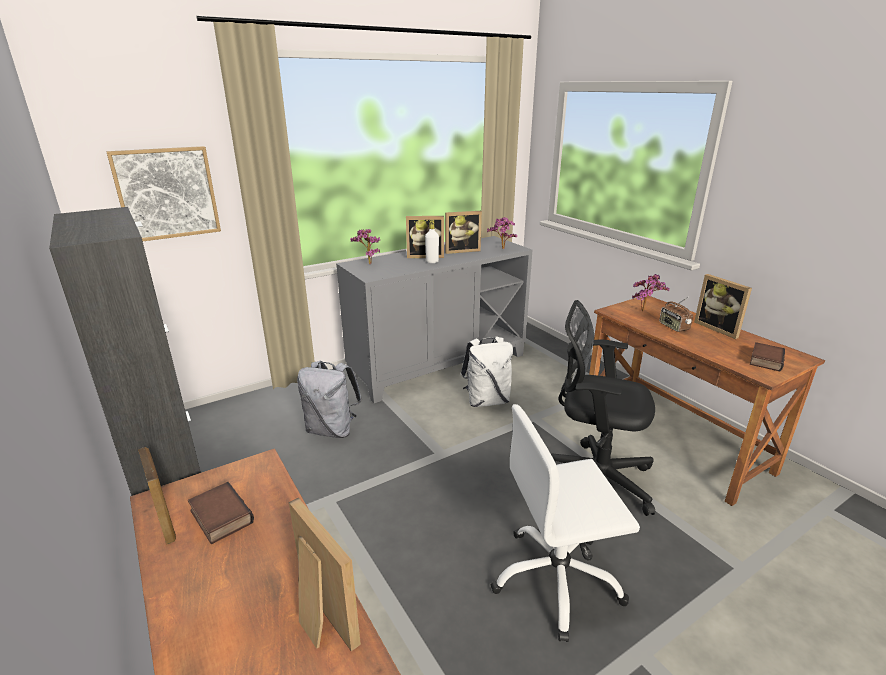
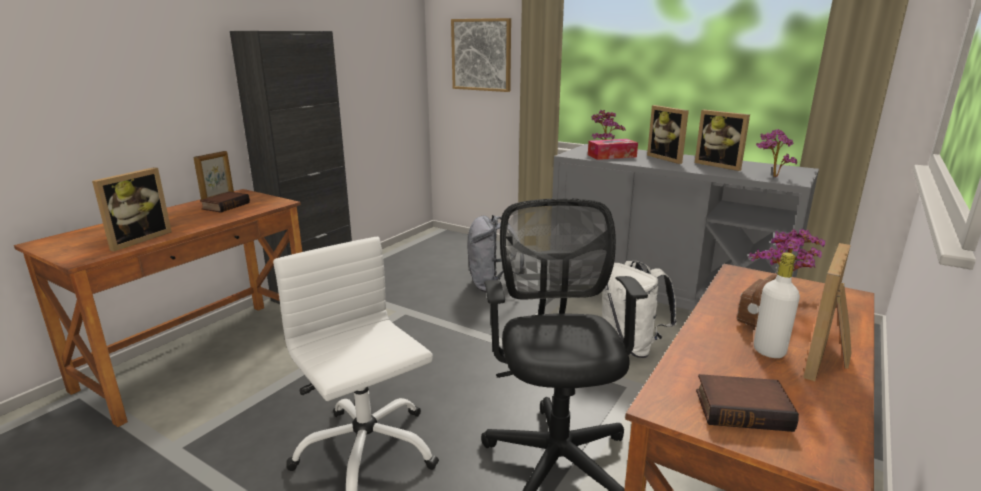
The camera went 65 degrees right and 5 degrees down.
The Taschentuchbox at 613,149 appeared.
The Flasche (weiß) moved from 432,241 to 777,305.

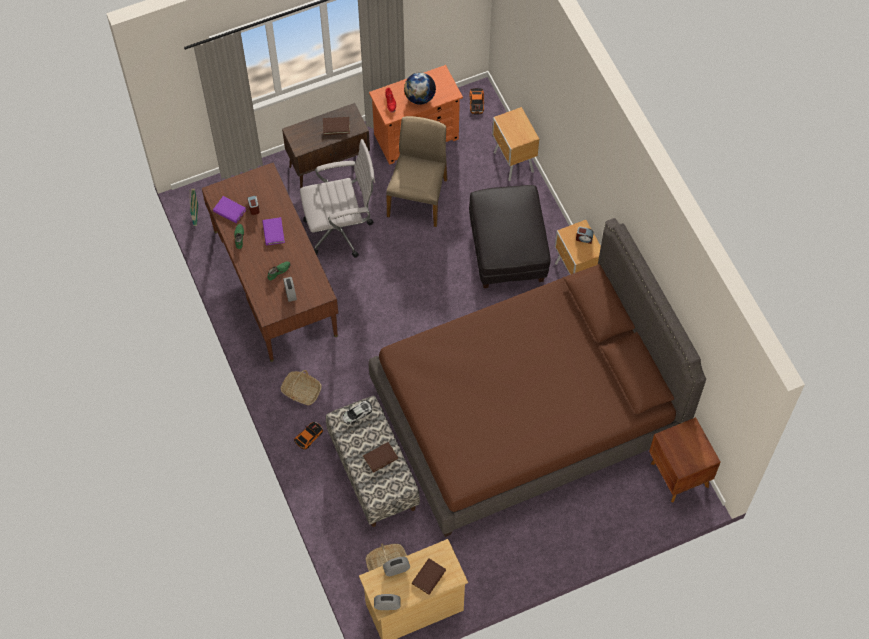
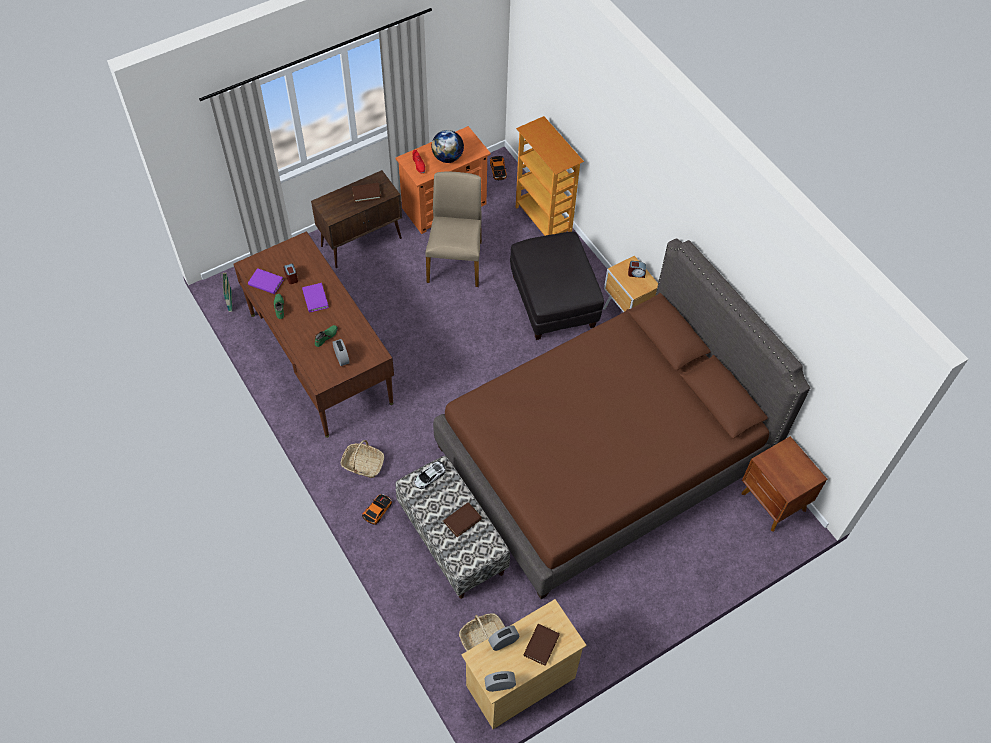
The camera went 10 degrees left and 5 degrees down.
The Bürostuhl (weiß) at 337,198 disappeared.
The Nachttisch (braun) at 515,144 was replaced by the Bücherregal at 550,176.

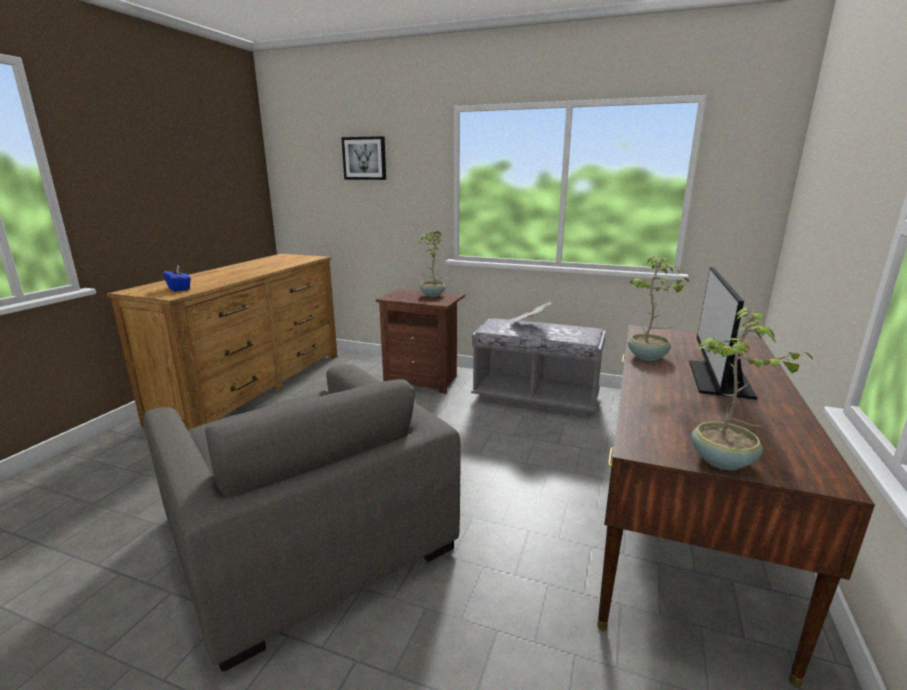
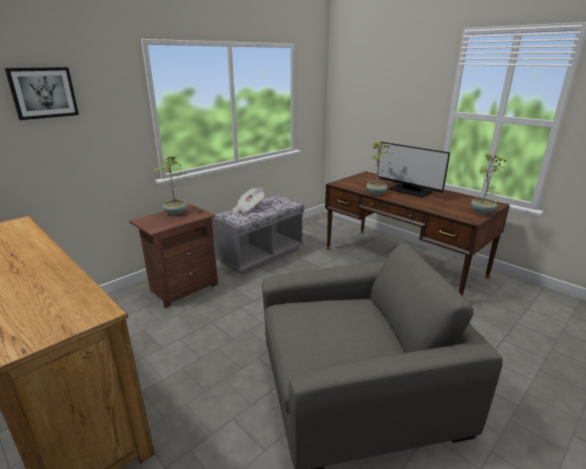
The camera went 65 degrees left and 5 degrees up.
The Taschentuchbox (blau) at 177,278 disappeared.

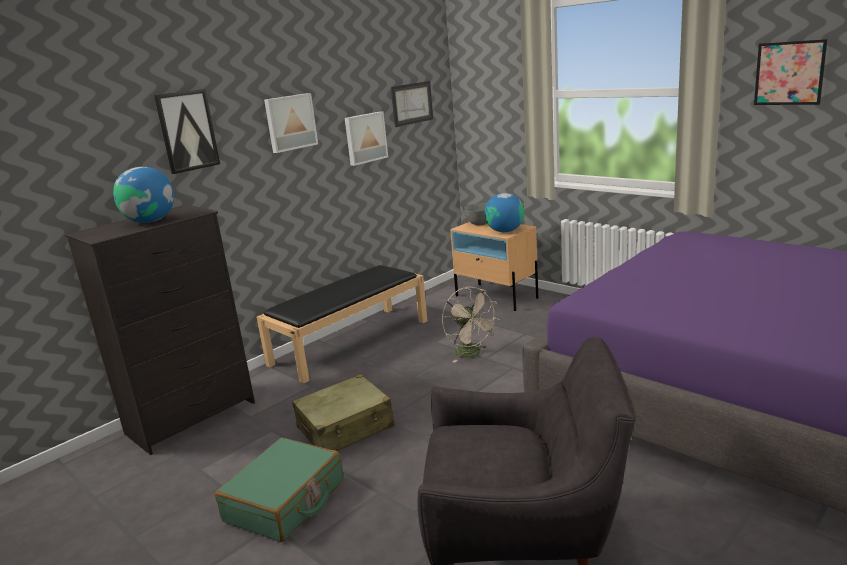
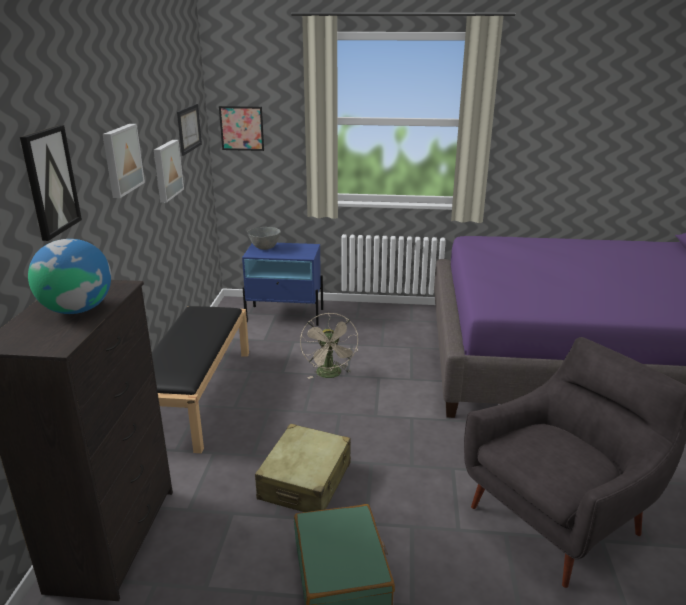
The camera went 40 degrees left and 5 degrees up.
The Globus at 504,212 disappeared.
The Bild moved from 790,72 to 241,128.
The Nachttisch (beige) at 494,266 became the Nachttisch (blau) at 282,284.
The Ventilator (beige) at 470,325 turned 60 degrees clockwise.

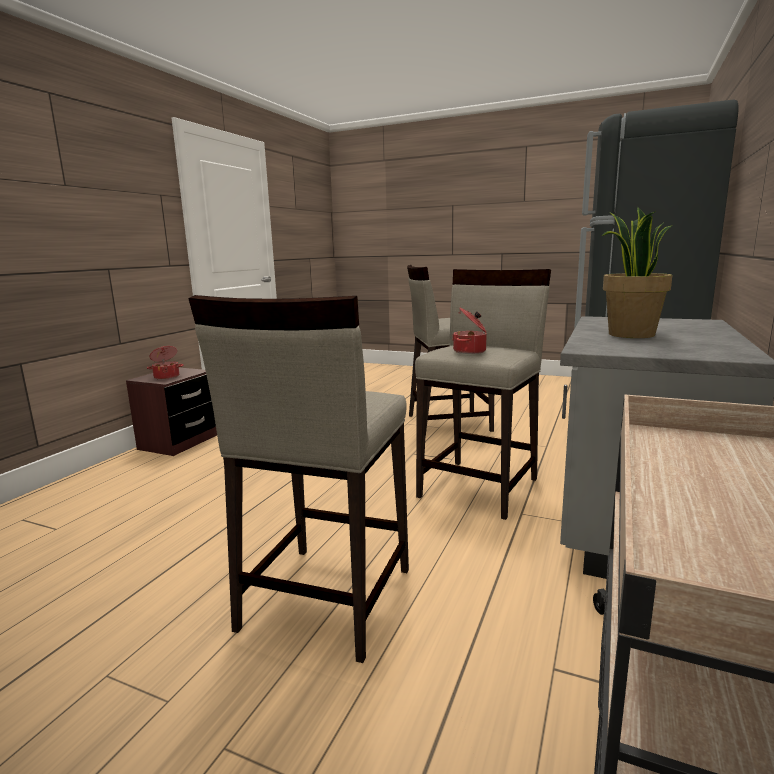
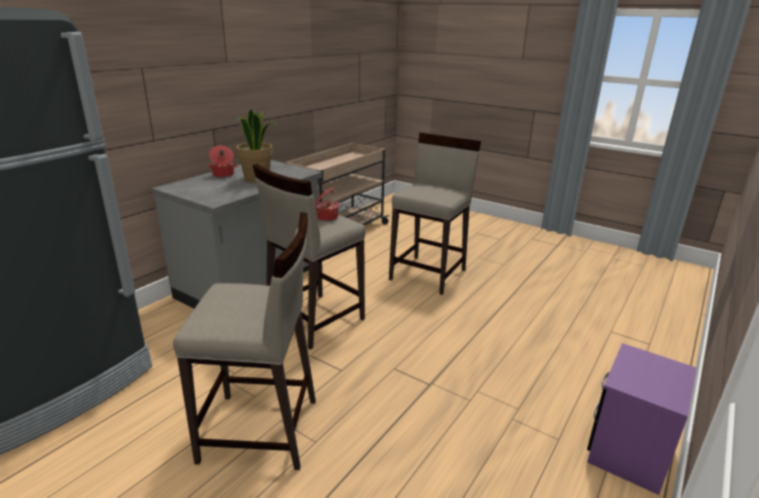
The camera went 170 degrees left and 10 degrees up.
The Kochtopf moved from 165,363 to 222,162.
The Nachttisch (braun) at 171,412 became the Nachttisch (lila) at 642,419.

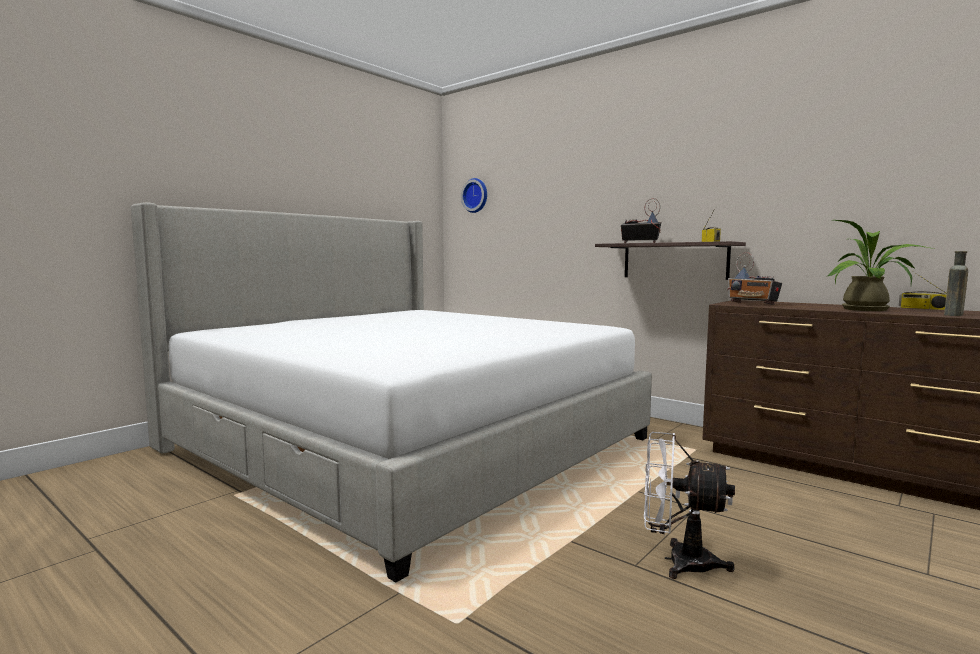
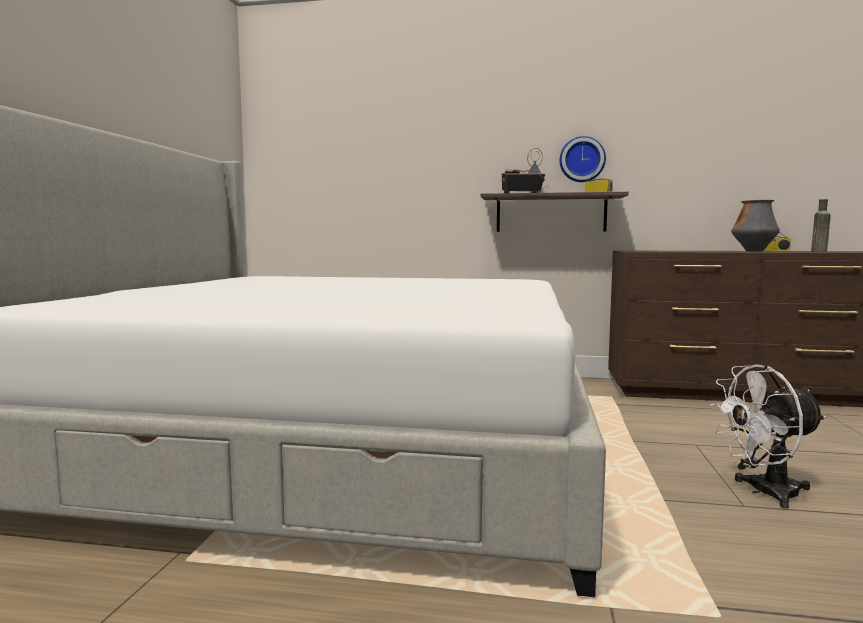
The camera went 30 degrees left and 0 degrees up.
The Radio at 755,278 disappeared.
The Wanduhr moved from 474,195 to 583,159.
The Topfpflanze at 880,265 was replaced by the Vase at 755,226.

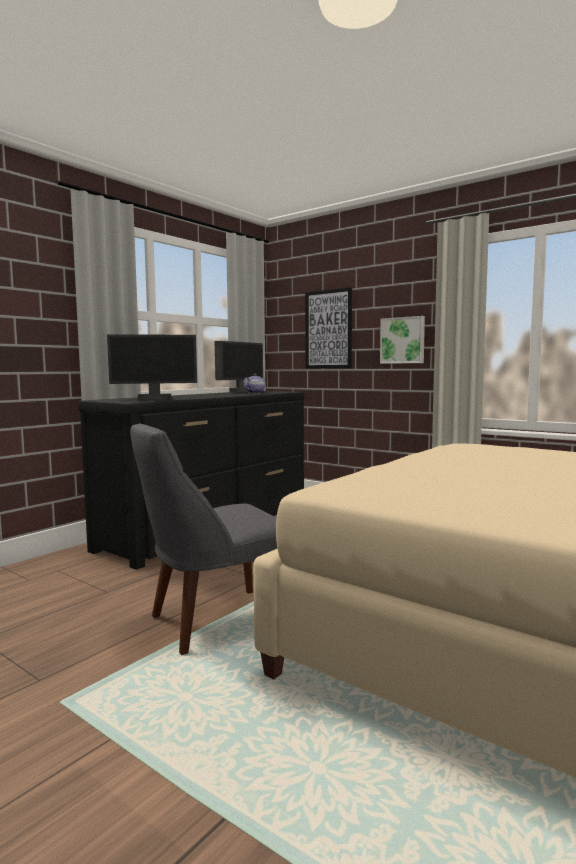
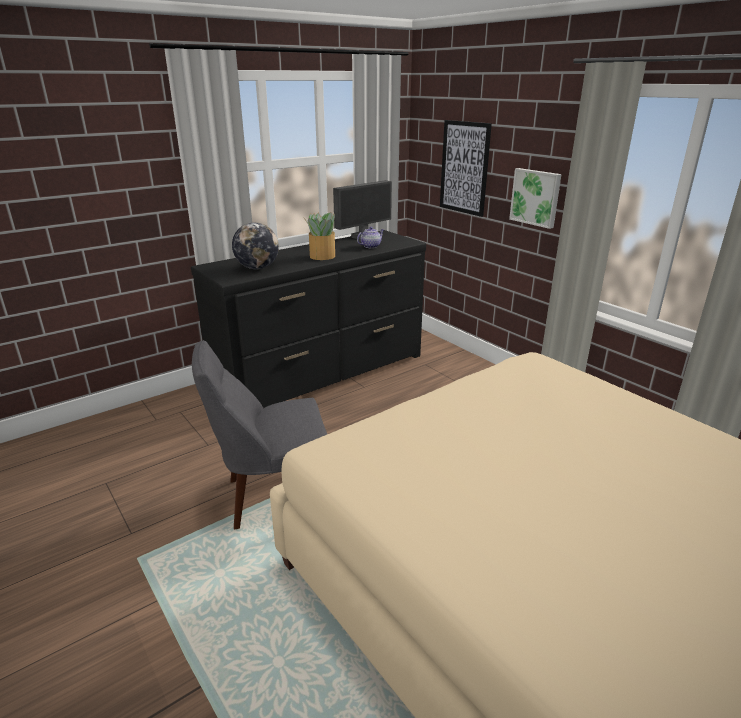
The camera went 15 degrees right and 20 degrees up.
The Topfpflanze at 319,236 appeared.
The Monitor at 152,367 was replaced by the Globus at 255,245.

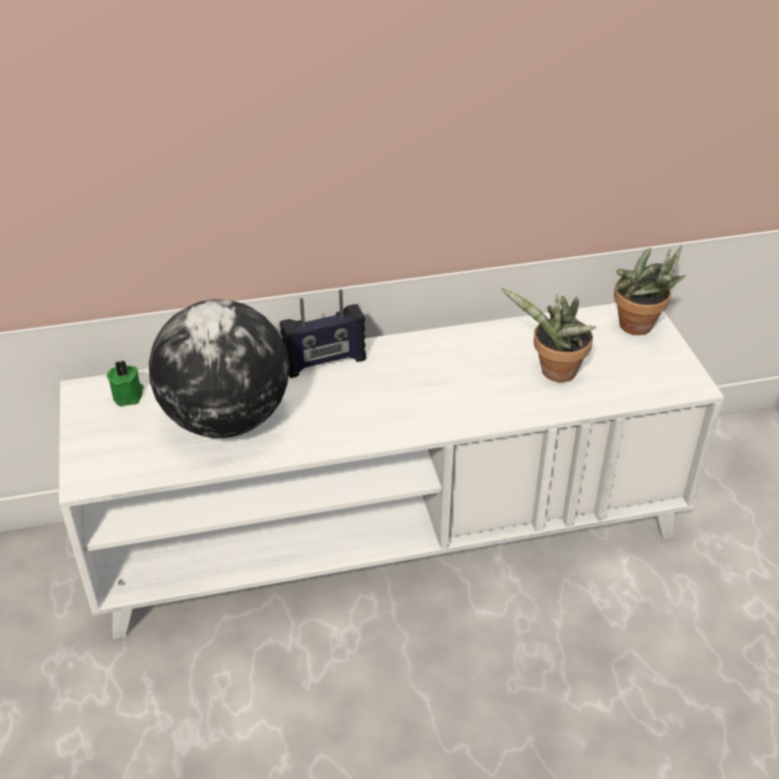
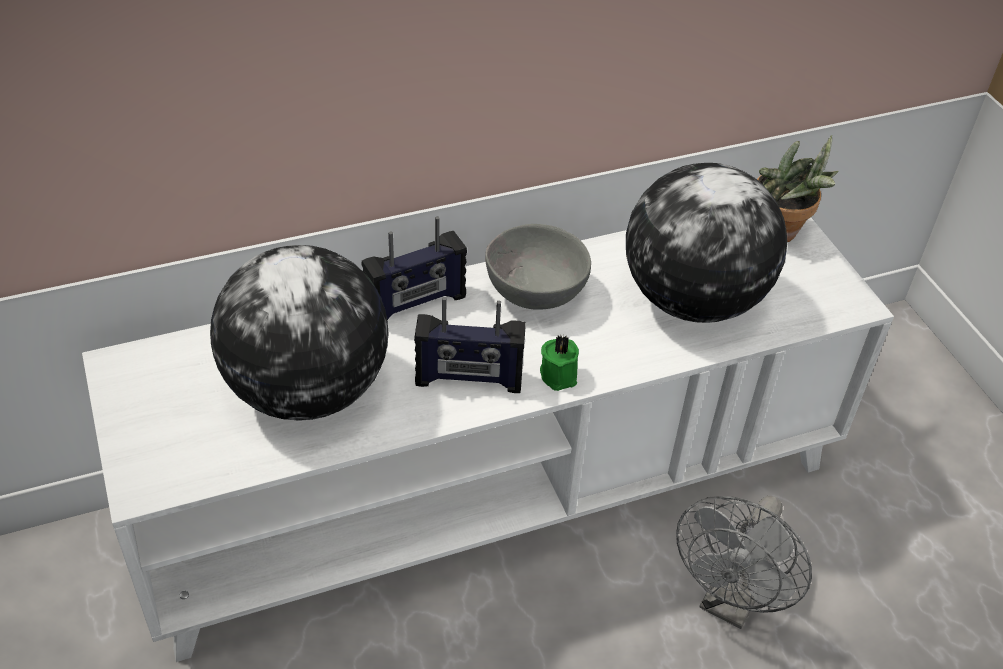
The camera went 10 degrees left and 5 degrees up.
The Radio at 470,345 appeared.
The Schüssel (grau) at 538,267 appeared.
The Ventilator (grau) at 744,562 appeared.
The Kerze (grün) moved from 125,383 to 559,363.
The Topfpflanze at 548,335 was replaced by the Globus at 707,243.

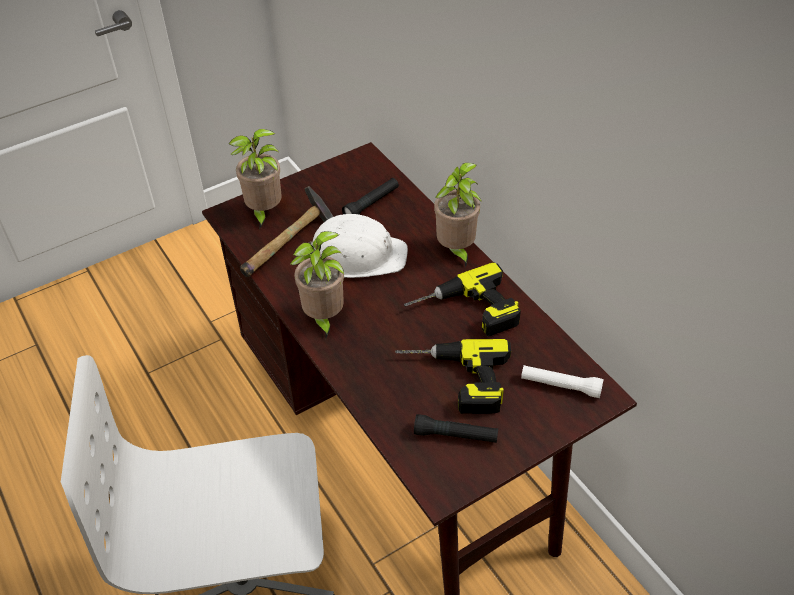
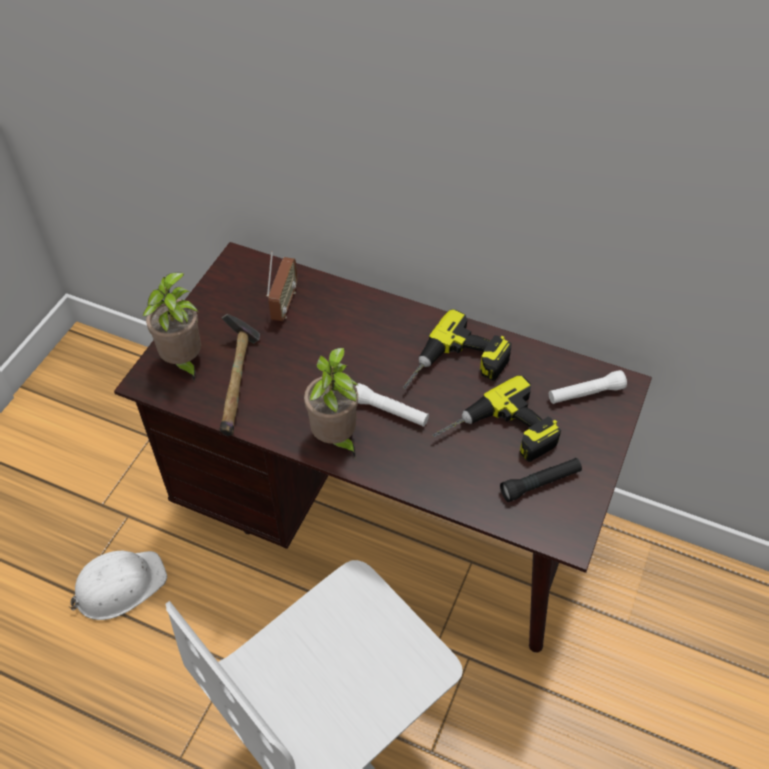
The camera went 35 degrees left and 5 degrees up.
The Topfpflanze at 458,215 disappeared.
The Taschenlampe (weiß) at 392,405 appeared.
The Schutzhelm (weiß) moved from 358,246 to 118,585.
The Taschenlampe (schwarz) at 370,196 was replaced by the Radio at 282,286.

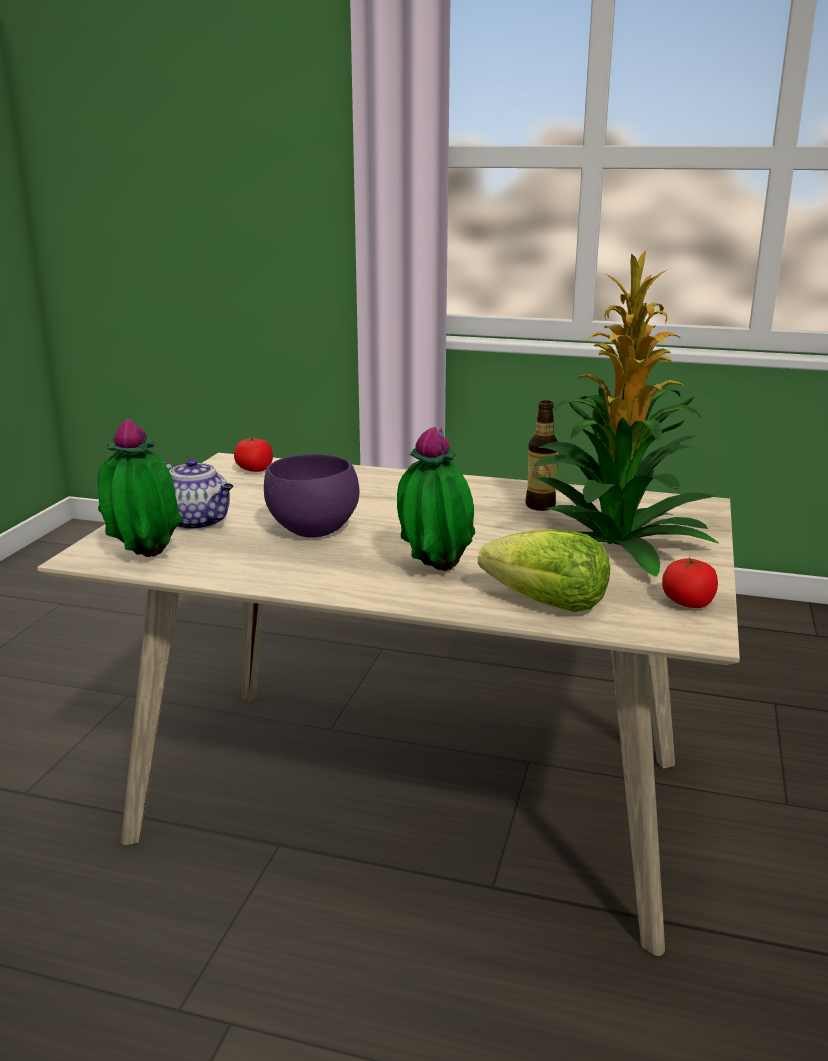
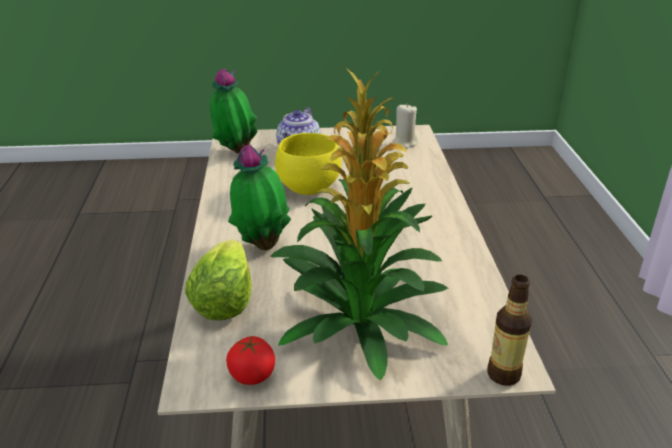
The camera went 70 degrees right and 10 degrees up.
The Flasche moved from 541,455 to 509,330.
The Tomate at 253,455 was replaced by the Kerze (beige) at 405,126.
The Schüssel (lila) at 312,495 became the Schüssel (gelb) at 308,164.

